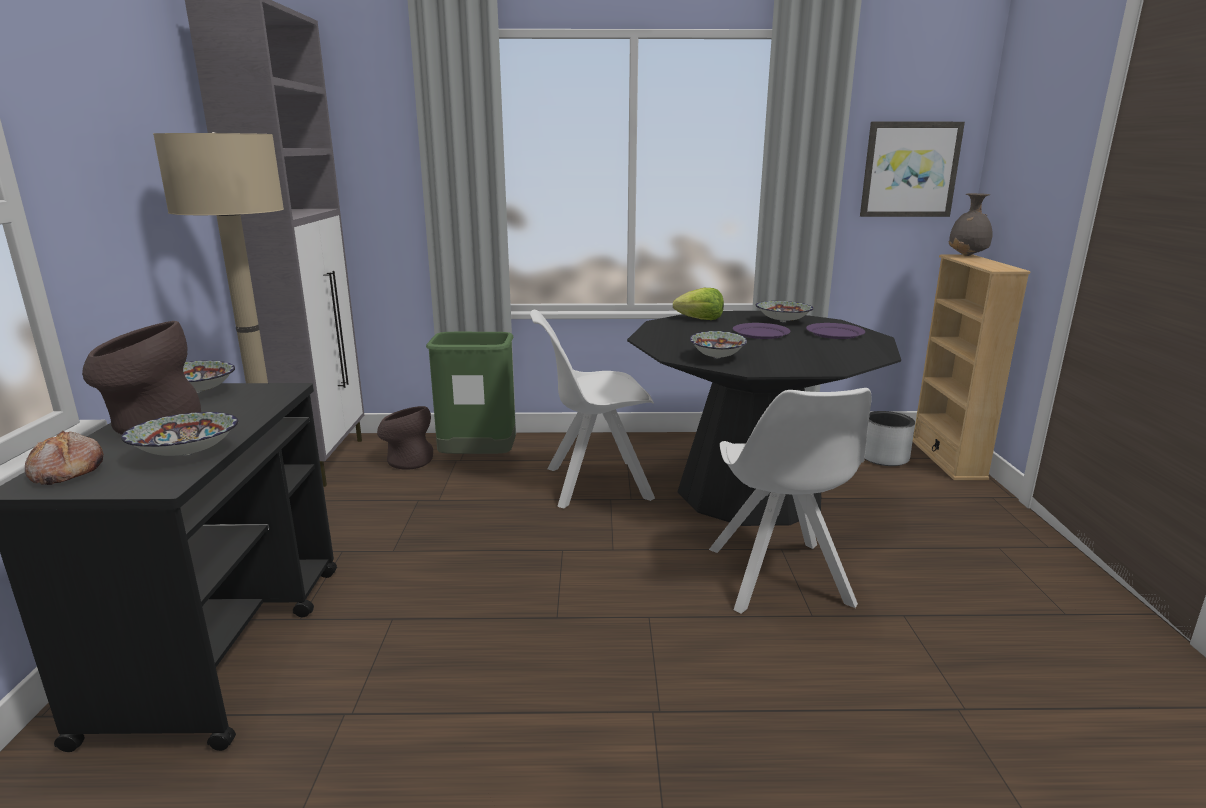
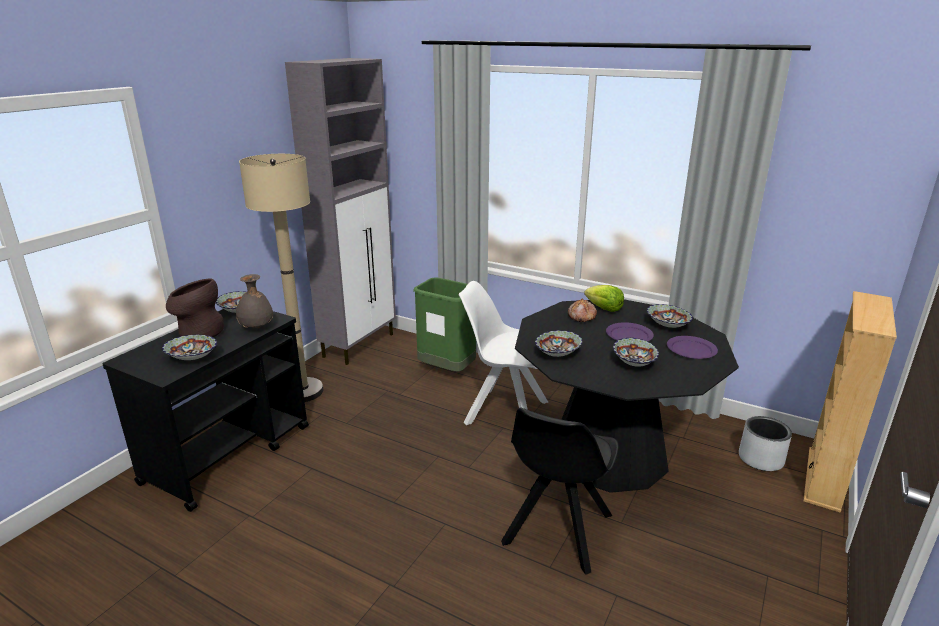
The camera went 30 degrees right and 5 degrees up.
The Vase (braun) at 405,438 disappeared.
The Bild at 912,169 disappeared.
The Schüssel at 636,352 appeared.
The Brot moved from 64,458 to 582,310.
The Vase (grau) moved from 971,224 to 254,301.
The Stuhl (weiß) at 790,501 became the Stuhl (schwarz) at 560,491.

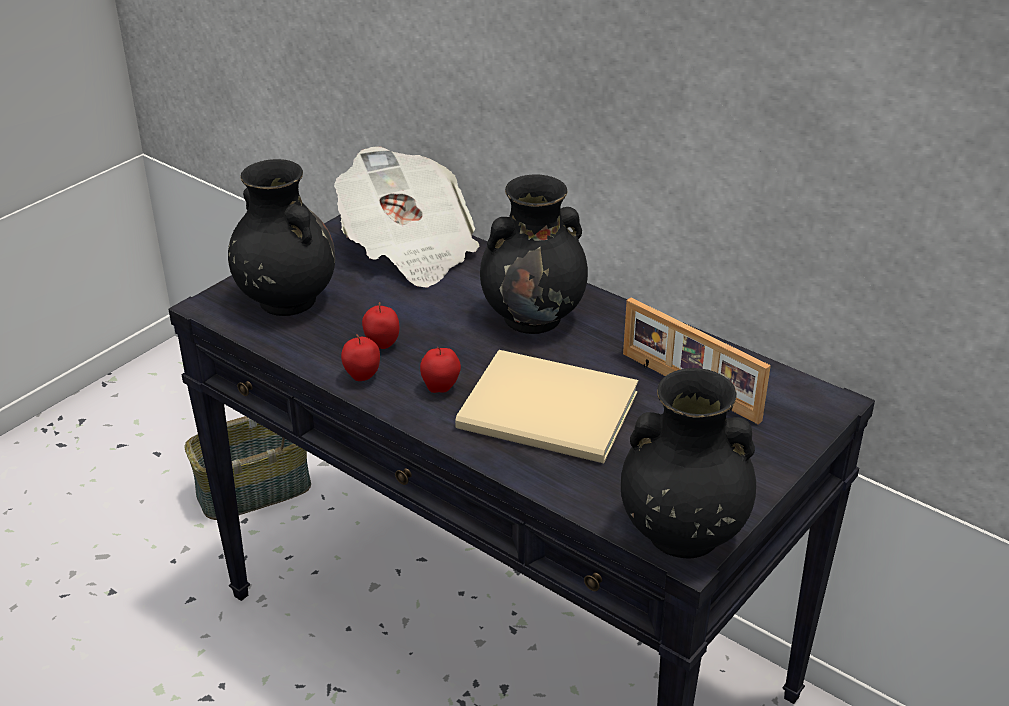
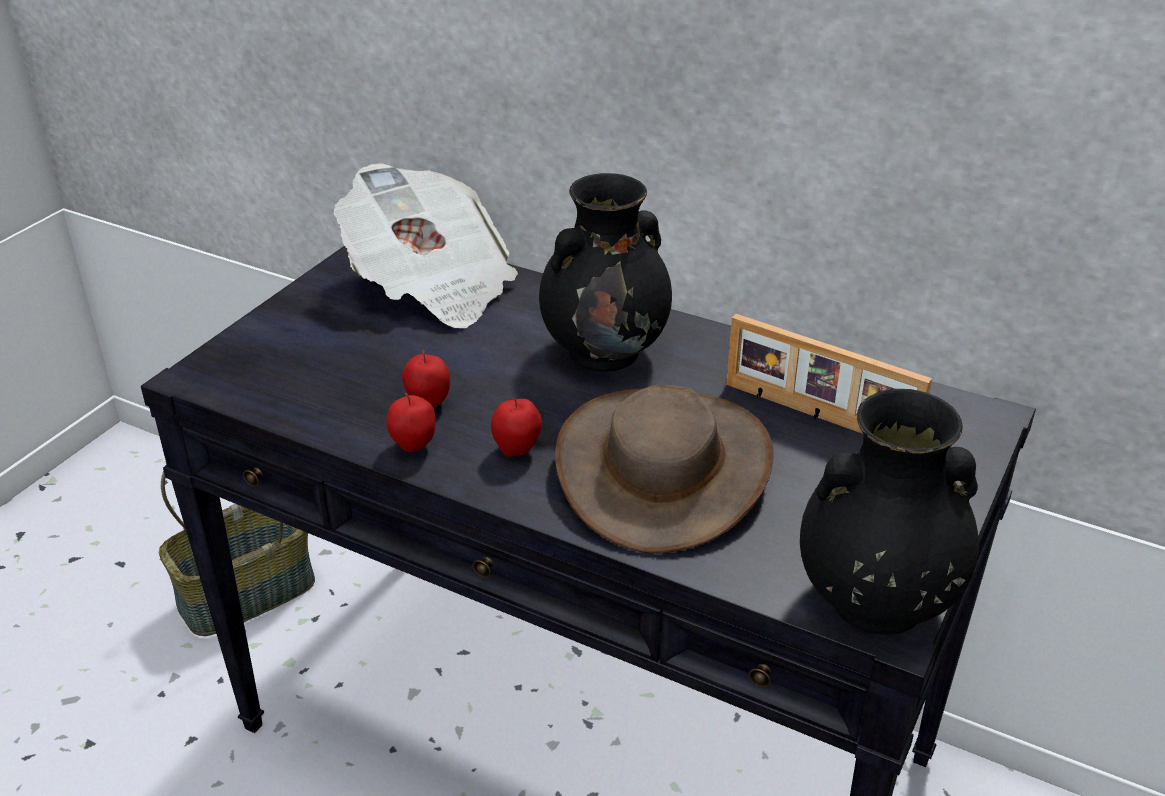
The camera went 10 degrees left and 0 degrees up.
The Vase (schwarz) at 281,237 disappeared.
The Buch (beige) at 546,406 was replaced by the Hut (braun) at 664,469.

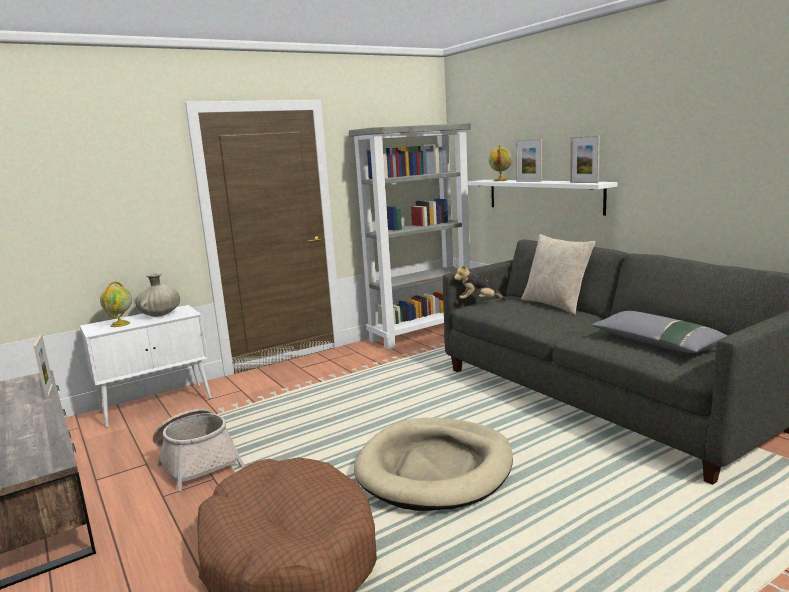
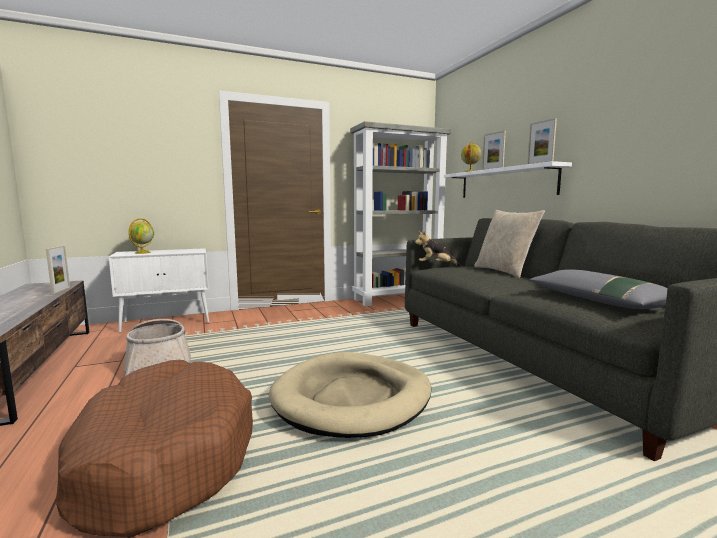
The camera went 10 degrees right and 5 degrees down.
The Vase (beige) at 158,295 disappeared.

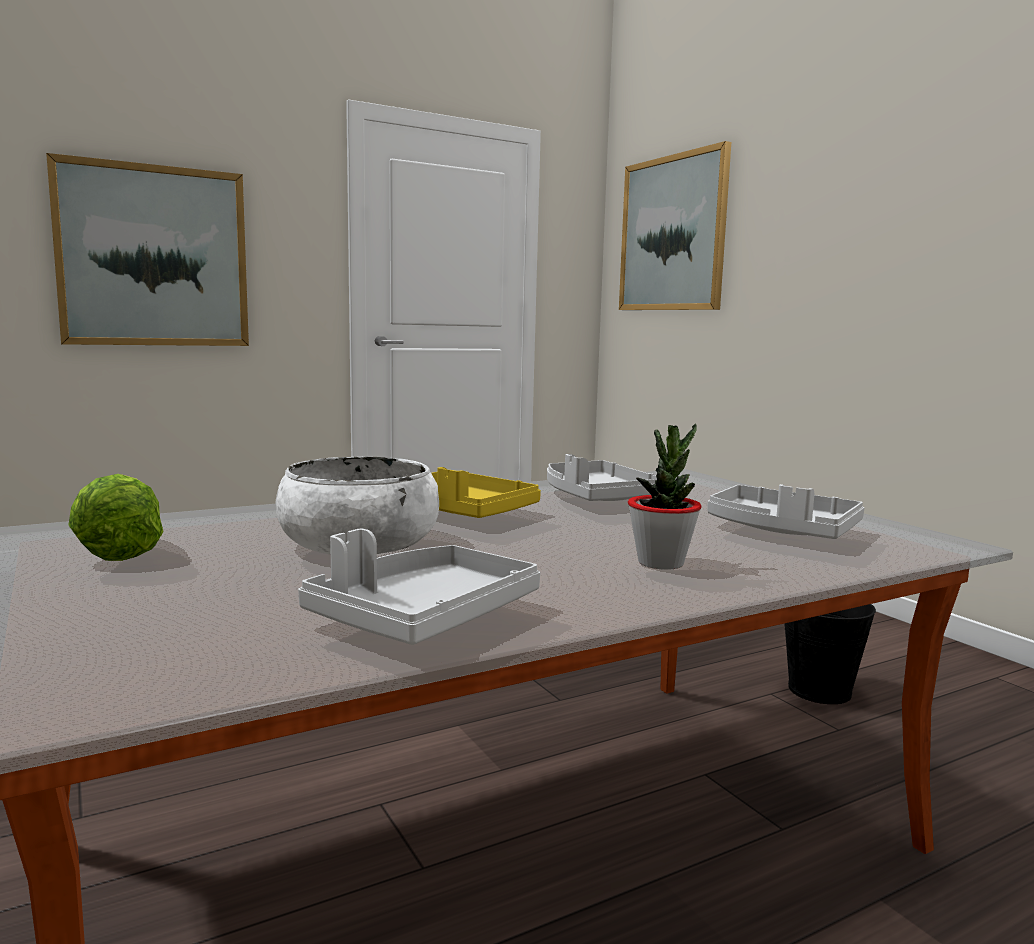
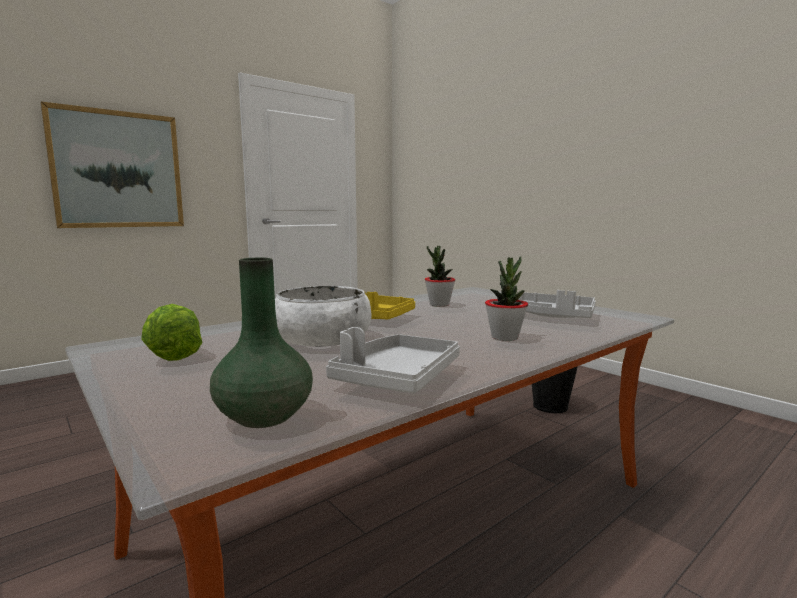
The camera went 10 degrees left and 0 degrees up.
The Bild at 675,225 disappeared.
The Vase (grün) at 261,343 appeared.
The Tablett (grau) at 602,477 was replaced by the Topfpflanze at 440,276.

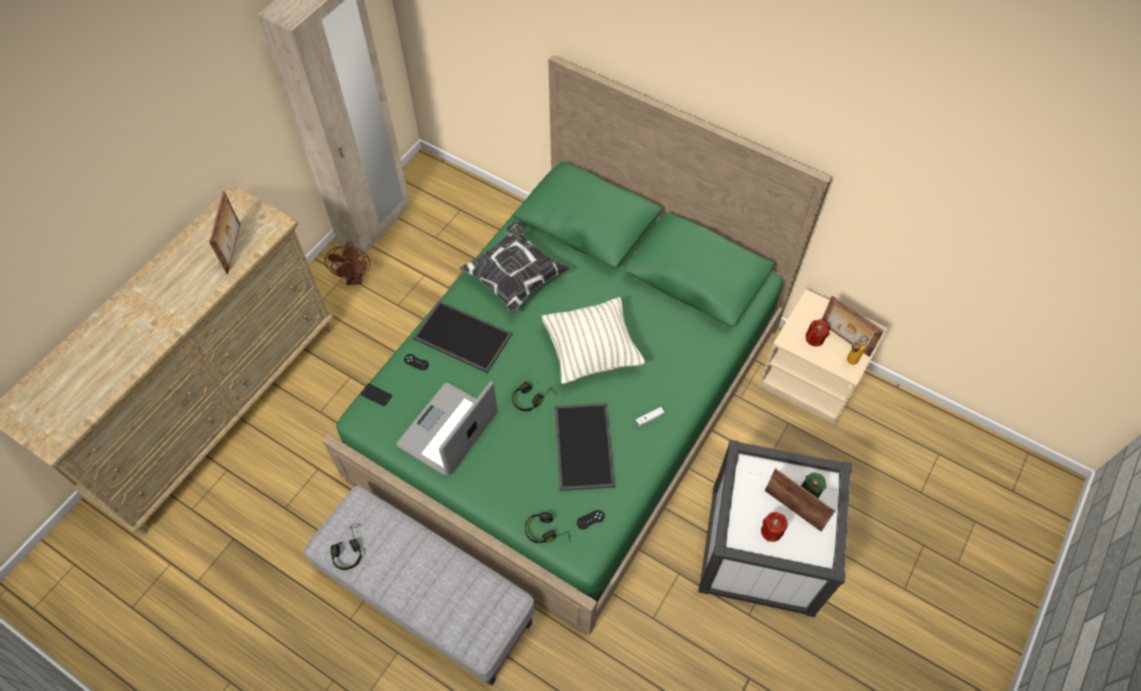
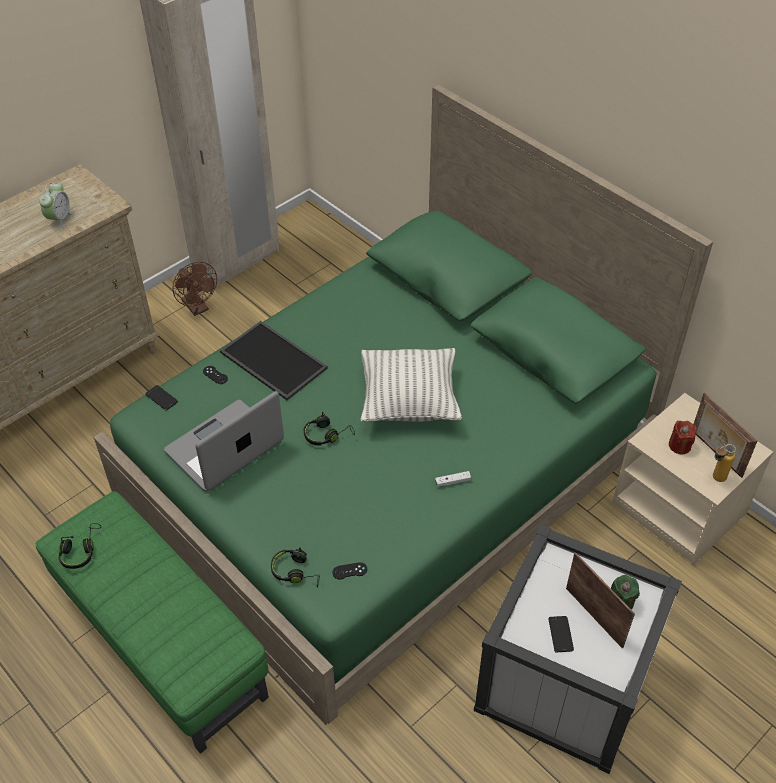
The camera went 15 degrees right and 10 degrees down.
The Kissen at 515,268 disappeared.
The Tablett at 585,447 disappeared.
The Bilderrahmen at 224,233 was replaced by the Wecker at 56,205.
The Kerze (rot) at 774,527 was replaced by the Handy at 561,634.
The Polsterhocker (grau) at 419,586 became the Polsterhocker (grün) at 152,622.
The Ventilator (braun) at 347,263 turned 45 degrees counterclockwise.

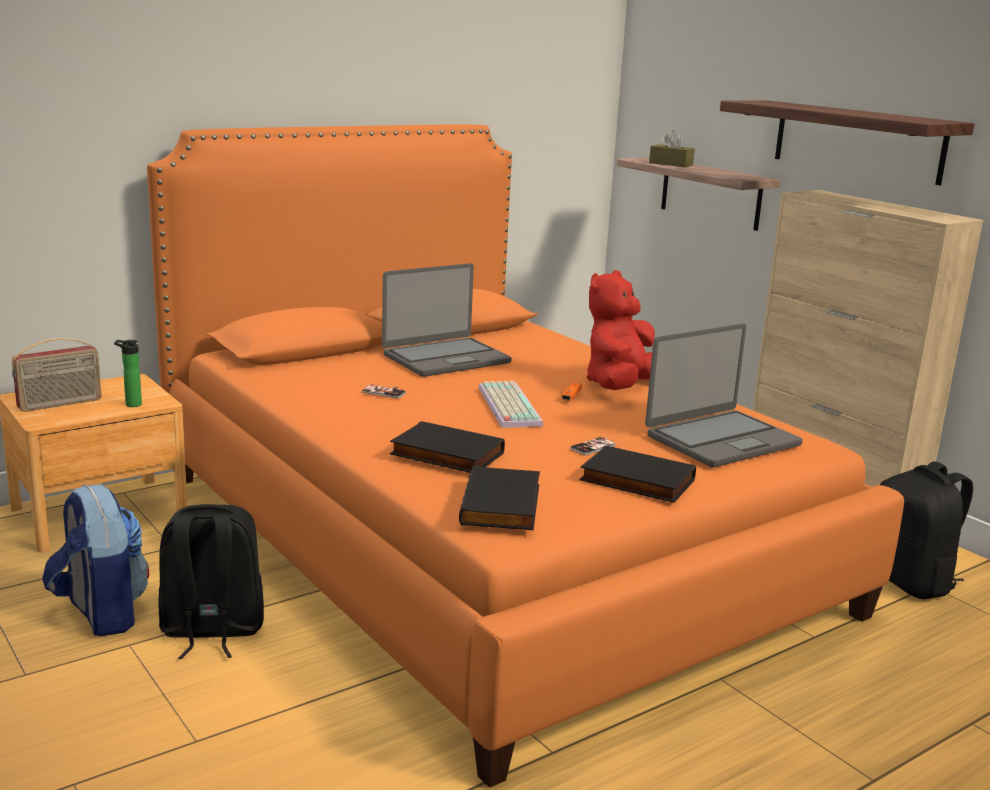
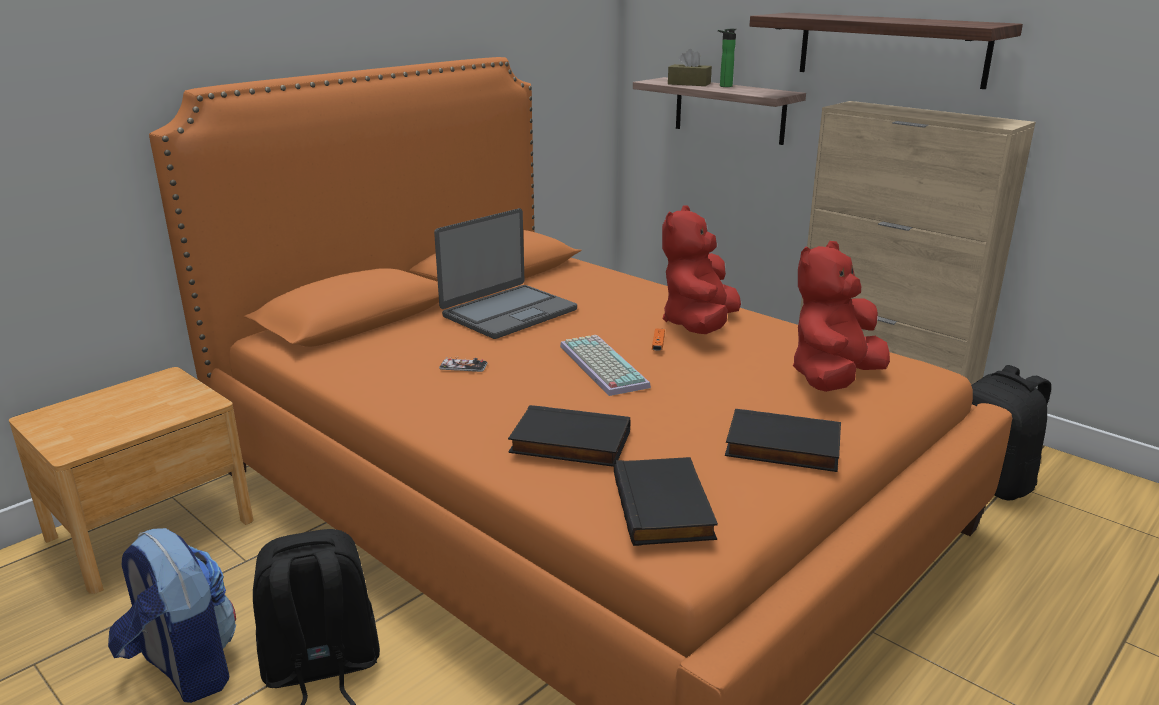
The camera went 10 degrees left and 5 degrees up.
The Radio at 56,375 disappeared.
The Handy at 593,446 disappeared.
The Flasche moved from 128,373 to 727,58.
The Laptop at 724,395 was replaced by the Plüschtier (rot) at 841,316.

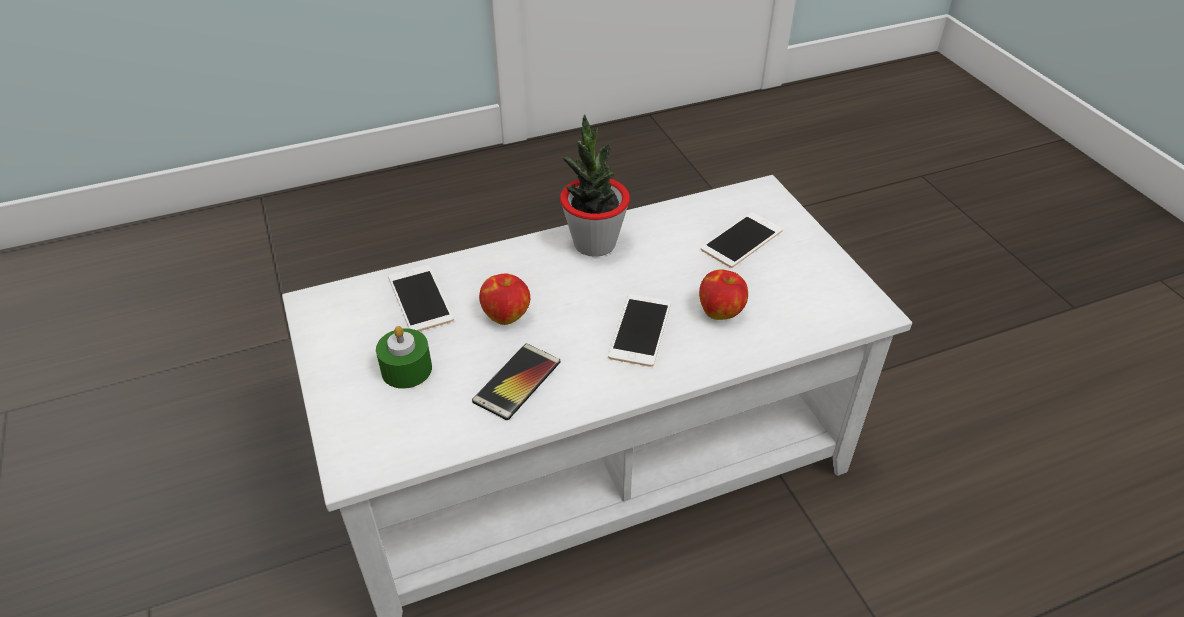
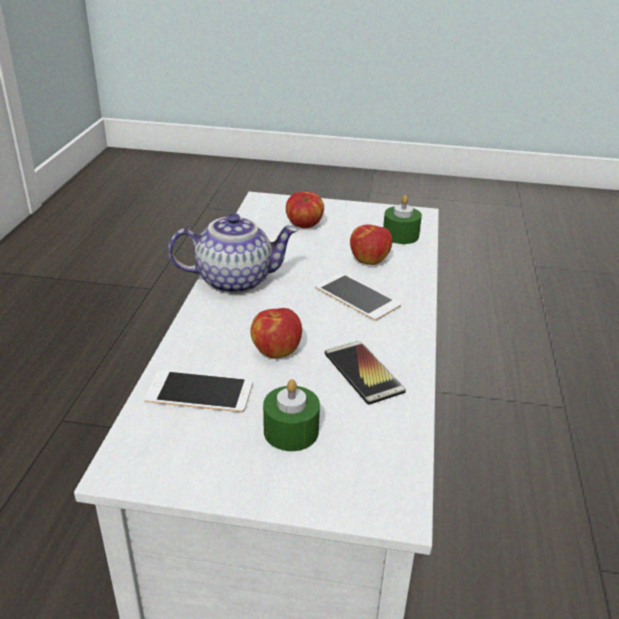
The camera went 60 degrees left and 10 degrees down.
The Kerze (grün) at 402,219 appeared.
The Topfpflanze at 595,185 was replaced by the Teekanne at 233,253.
The Handy at 742,240 was replaced by the Apfel at 305,209.

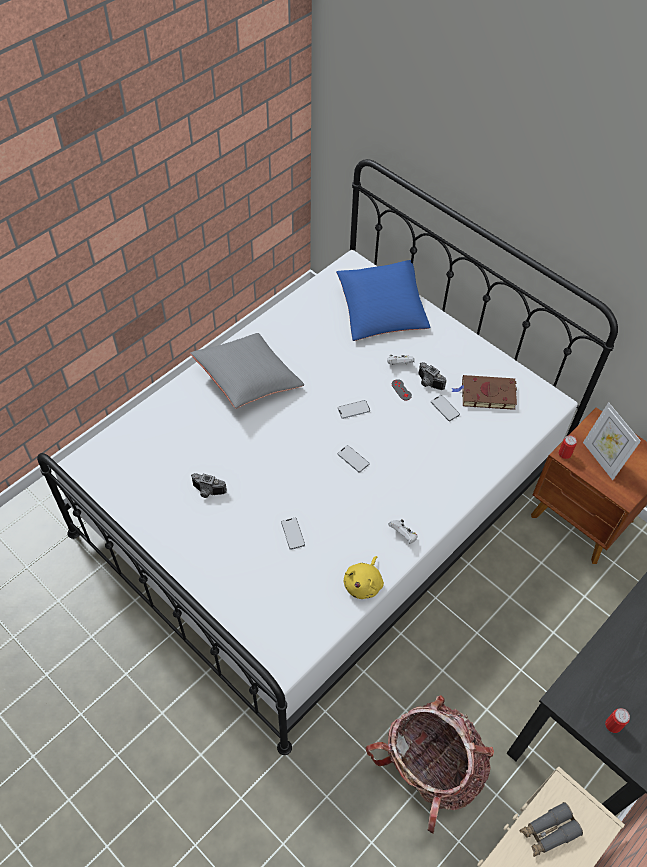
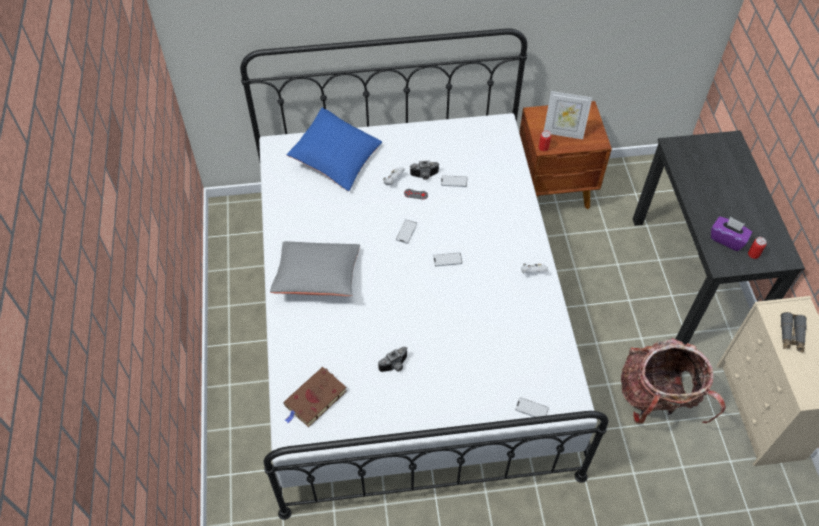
The camera went 50 degrees left and 0 degrees up.
The Plüschtier (gelb) at 363,577 disappeared.
The Taschentuchbox (lila) at 731,233 appeared.
The Handy moved from 293,534 to 532,407.
The Buch (braun) moved from 484,392 to 315,397.

